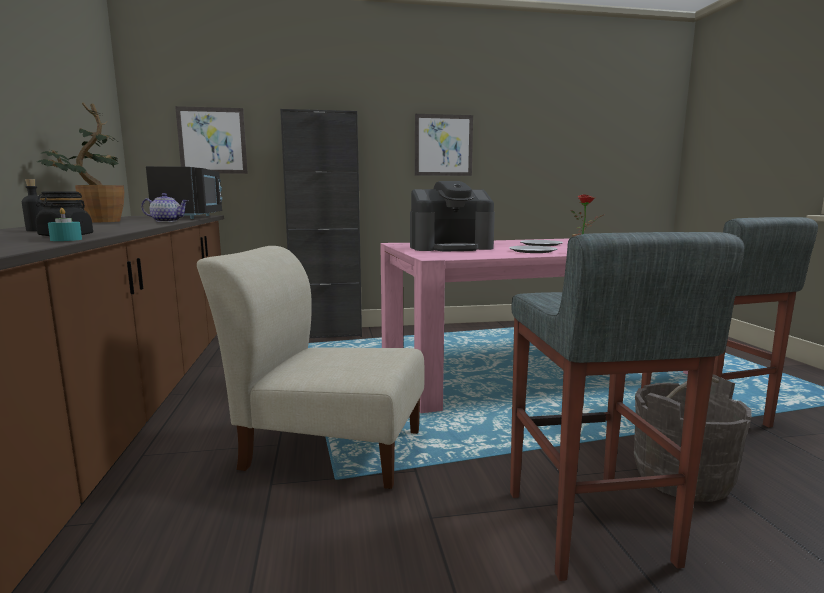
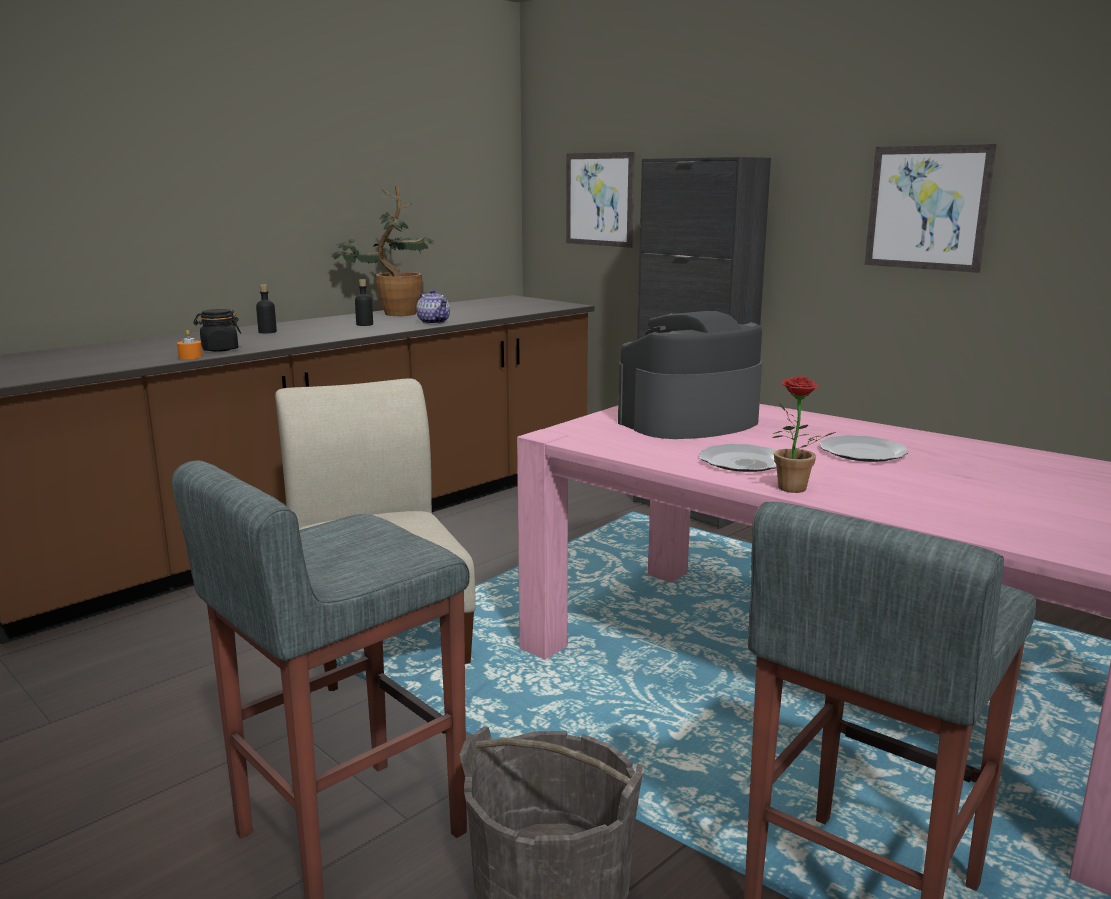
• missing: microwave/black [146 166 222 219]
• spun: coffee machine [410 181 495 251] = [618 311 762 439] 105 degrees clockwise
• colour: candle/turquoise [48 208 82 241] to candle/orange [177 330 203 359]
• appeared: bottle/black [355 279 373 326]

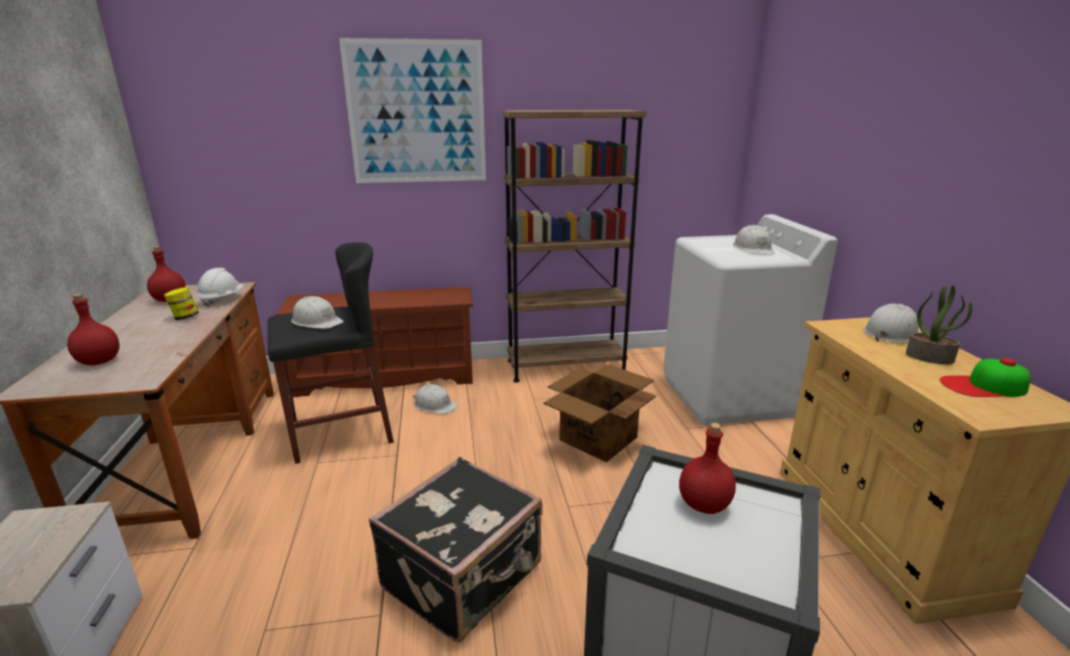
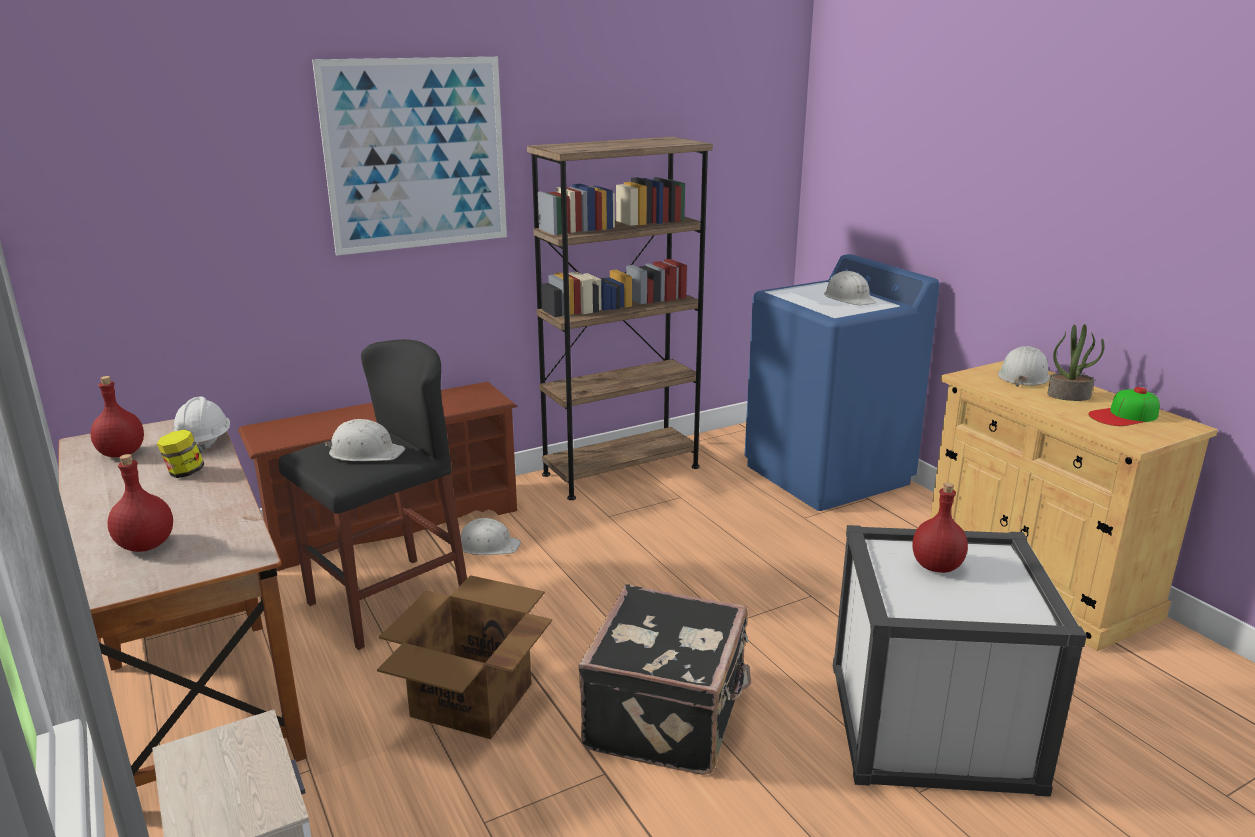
• colour: washing machine/white [663 214 838 425] to washing machine/blue [744 254 940 511]
• relocated: cardboard box [543 364 656 462] to [377 575 552 739]

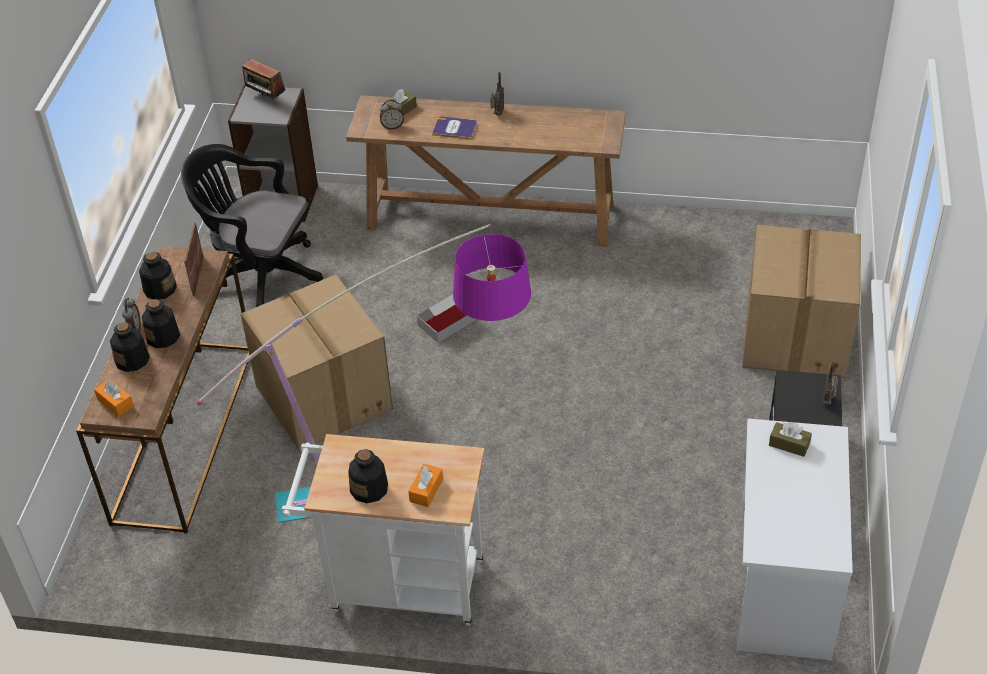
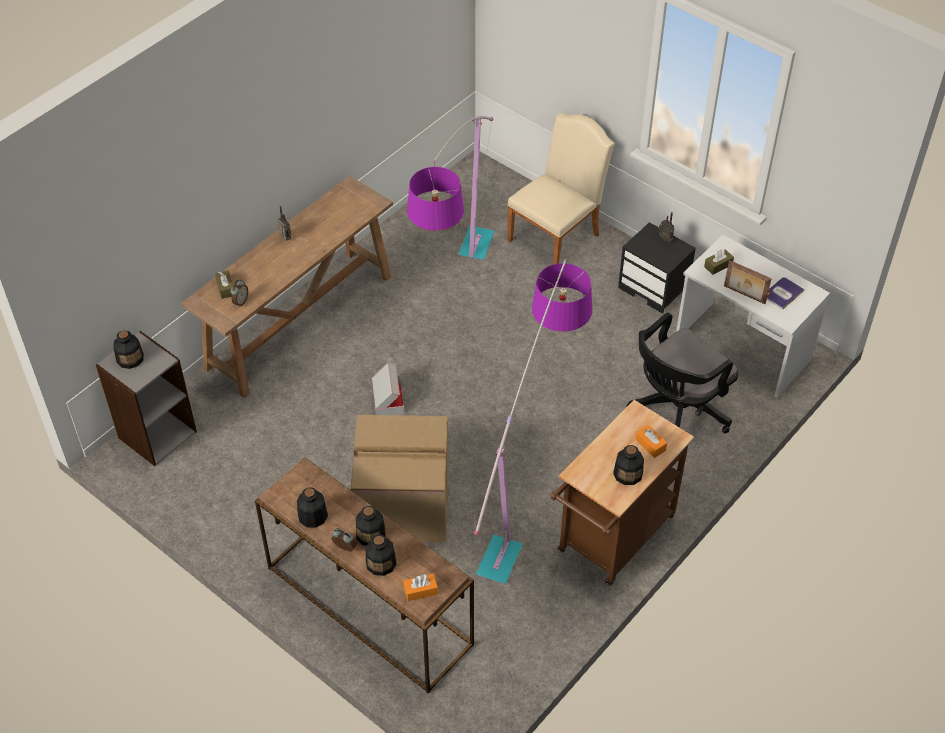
• exchanged: radio [242 59 285 100] to bottle [113 330 144 369]
• relocated: book [432 117 477 140] to [767 277 804 310]
• relocated: office chair/black [181 144 323 307] to [626 312 738 434]
• relocated: picture frame [184 223 204 296] to [724 260 772 304]
• exchanged: cardboard box [742 225 861 379] to chair/beige [507 113 615 264]
• colour: cart/white [281 434 485 626] to cart/brown [550 400 694 586]
• appeared: floor lamp [407 116 495 260]

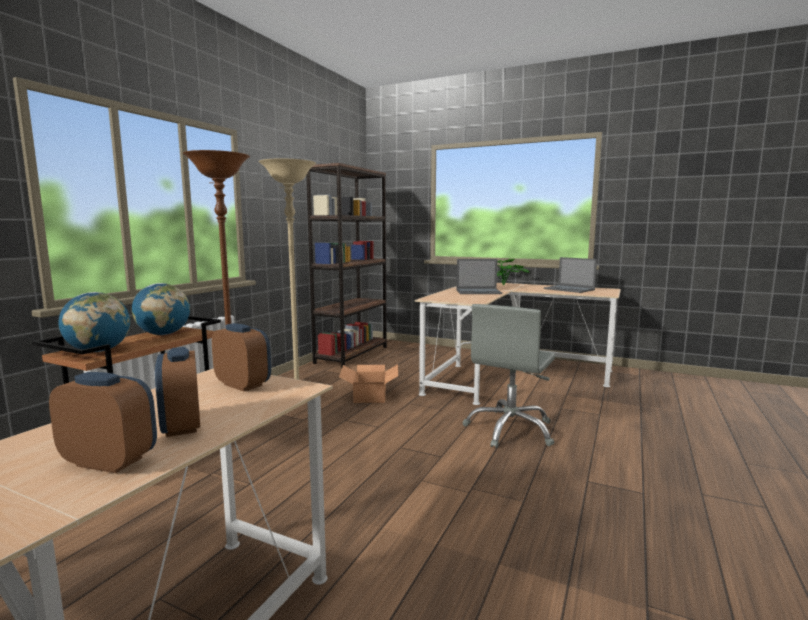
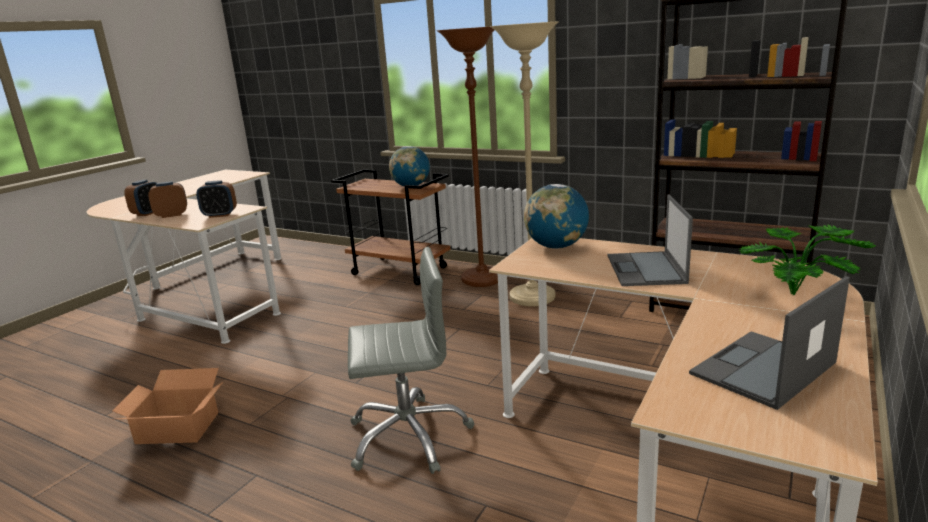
• relocated: globe [58 292 130 352] to [524 184 589 249]
• spun: office chair/grey [463 304 555 448] = [348 247 474 474] 135 degrees clockwise
• spun: alarm clock [212 323 271 391] = [196 180 237 218] 45 degrees clockwise
• relocated: cardboard box [339 364 398 403] to [112 368 223 444]

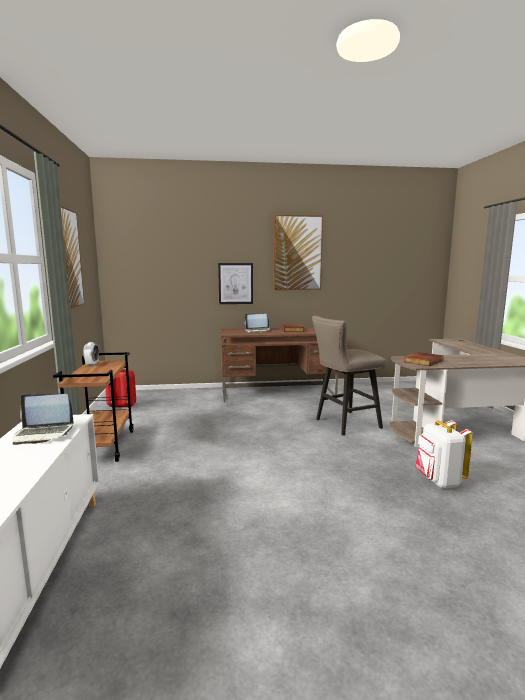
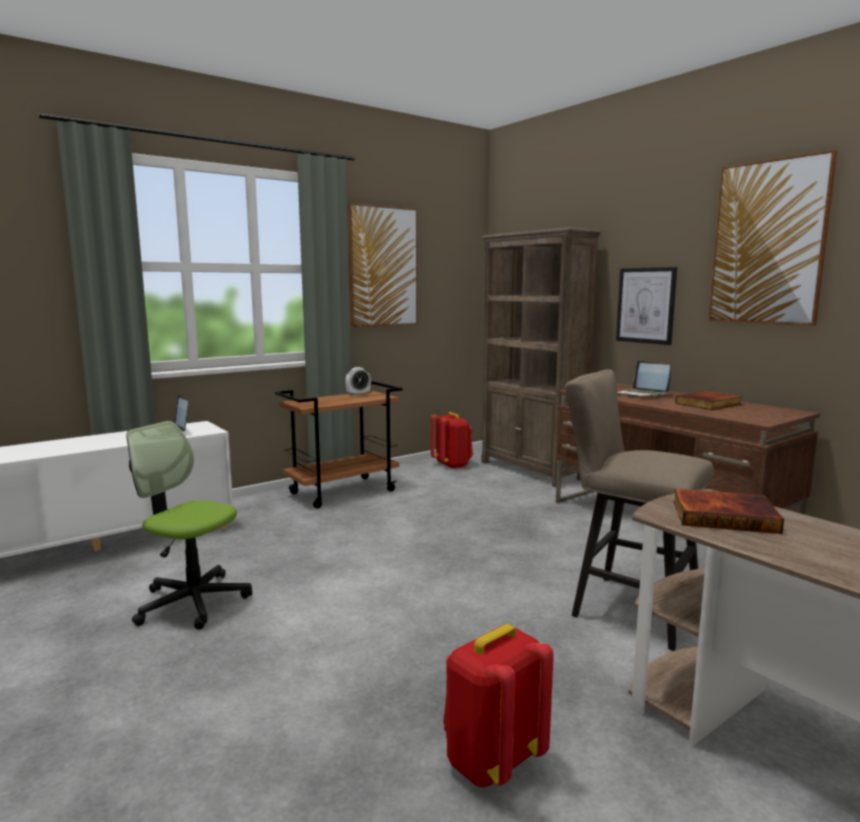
• colour: backpack/white [415 420 473 488] to backpack/red [443 624 554 787]
• appeared: bookcase/brown [482 227 601 487]
• appeared: office chair [127 421 253 630]

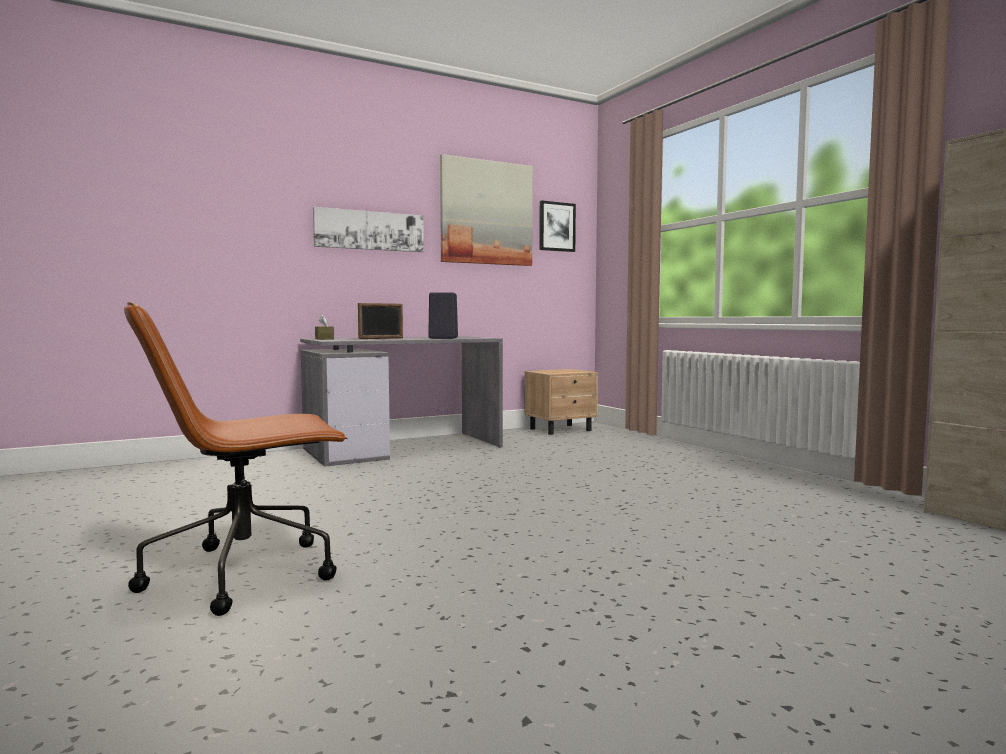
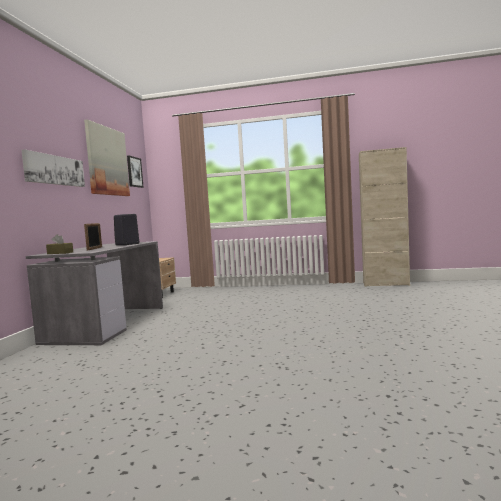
• missing: office chair/brown [124 302 348 616]

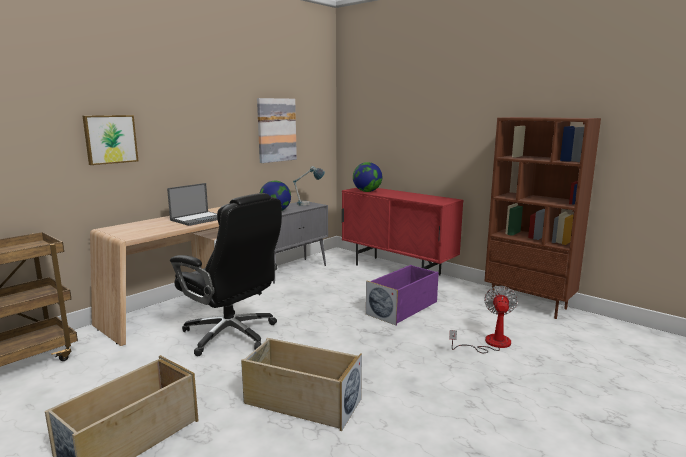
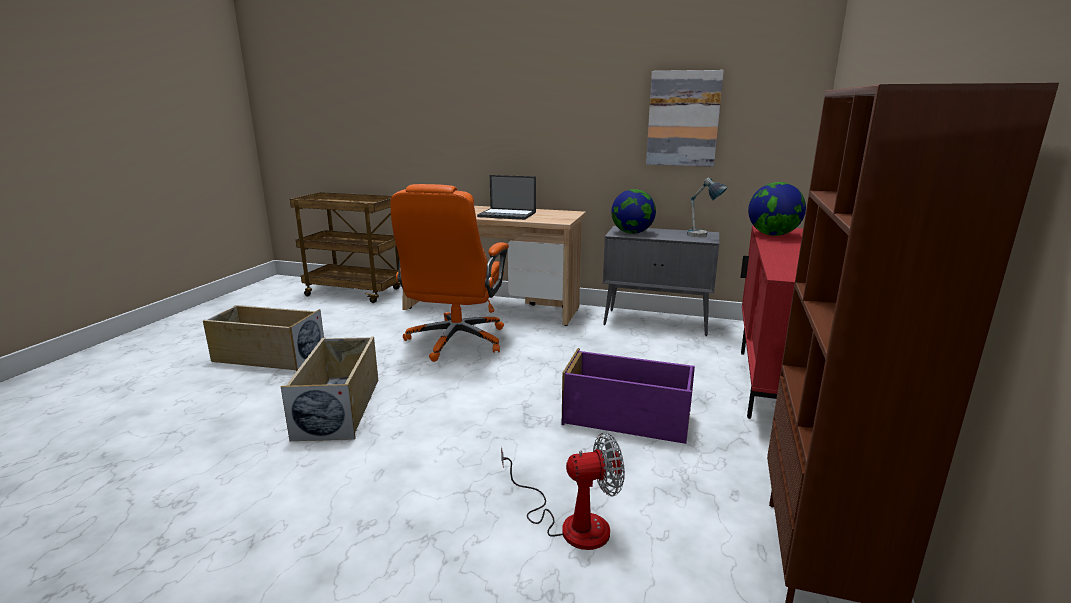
• missing: picture [83 115 138 165]
• colour: office chair/black [170 193 282 356] to office chair/orange [390 184 509 362]

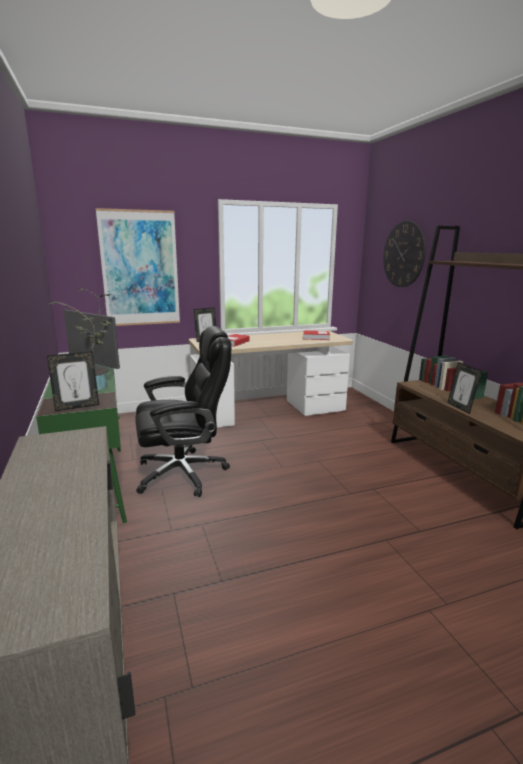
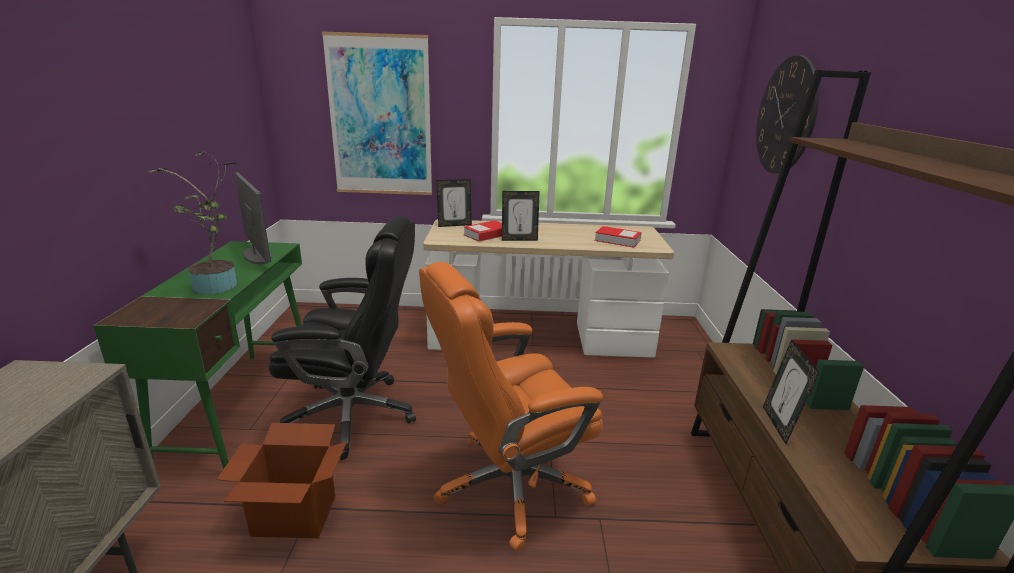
• relocated: picture frame [47 351 99 411] to [502 191 540 241]
• appeared: office chair/orange [419 262 603 552]
• appeared: cardboard box [216 423 347 538]

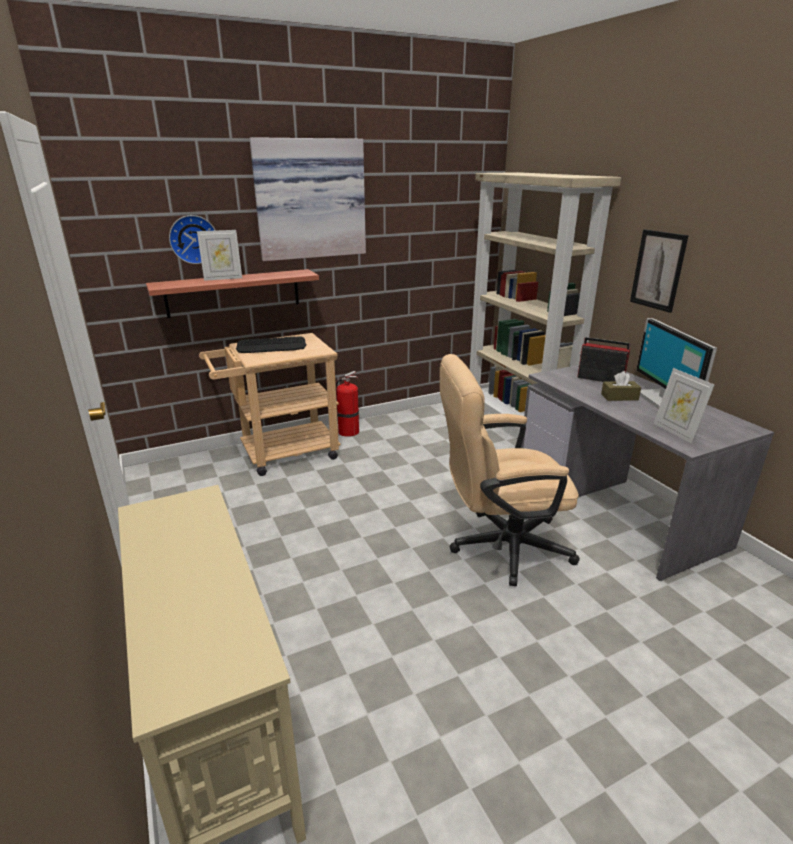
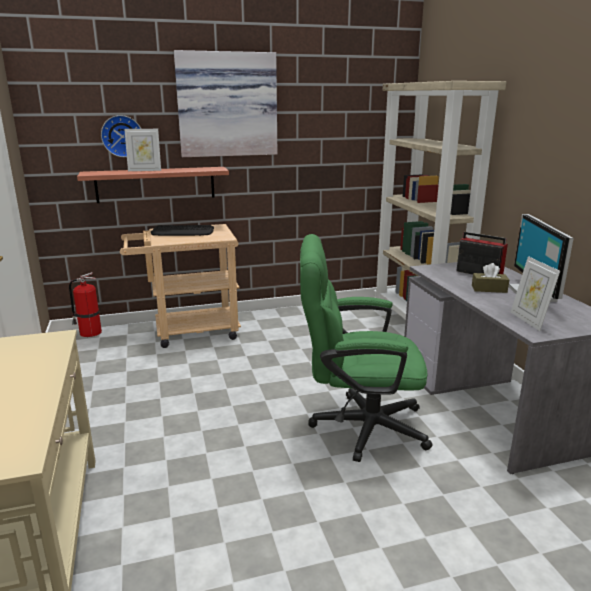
• missing: picture [630 229 689 313]
• colour: office chair/beige [440 354 580 586] to office chair/green [300 234 432 462]
• relocated: fire extinguisher [336 371 359 437] to [69 272 102 337]

